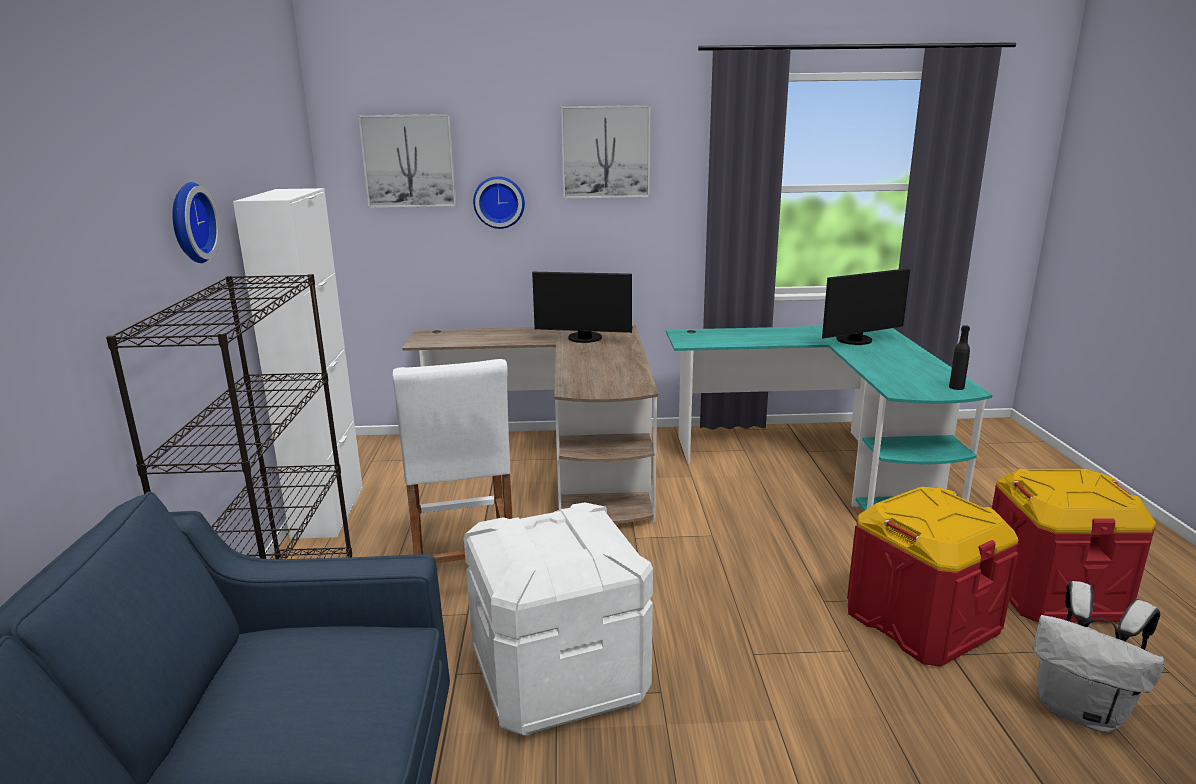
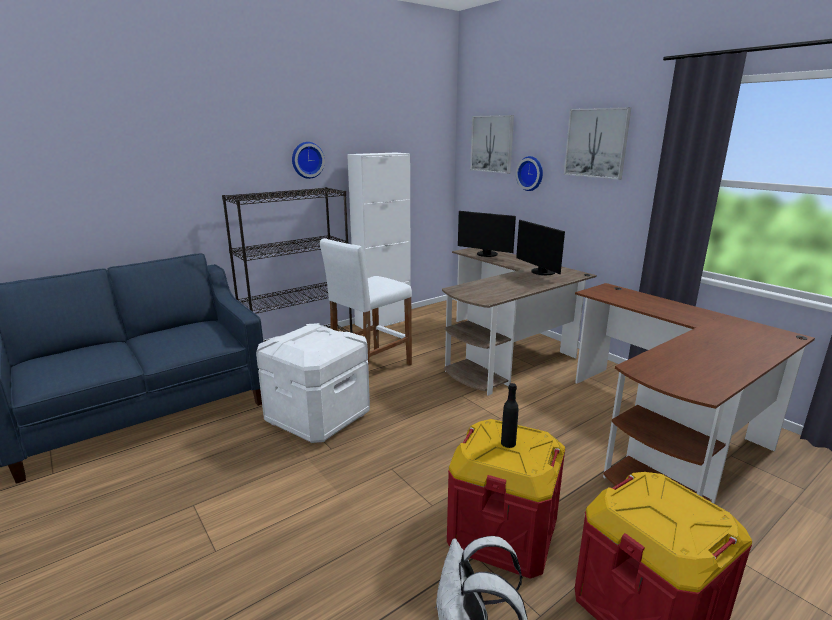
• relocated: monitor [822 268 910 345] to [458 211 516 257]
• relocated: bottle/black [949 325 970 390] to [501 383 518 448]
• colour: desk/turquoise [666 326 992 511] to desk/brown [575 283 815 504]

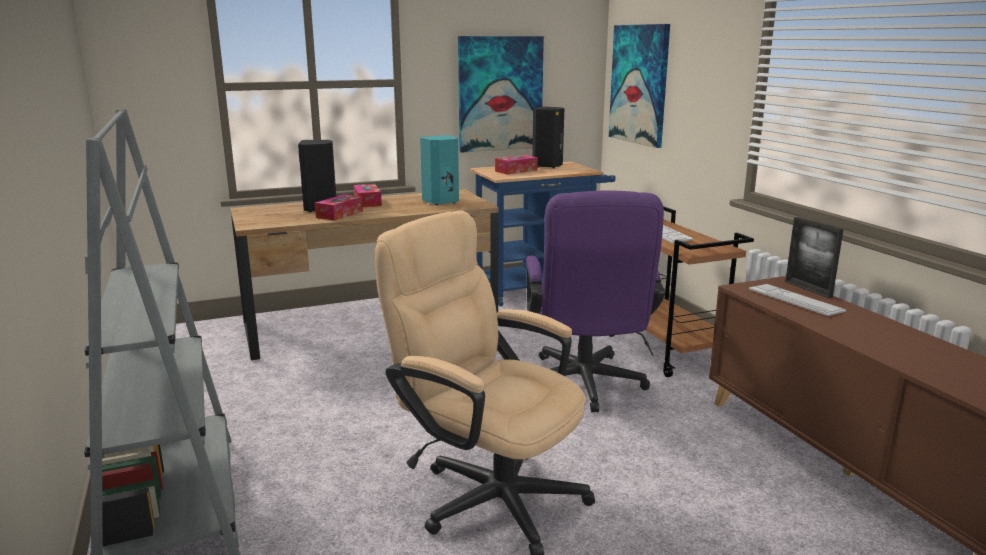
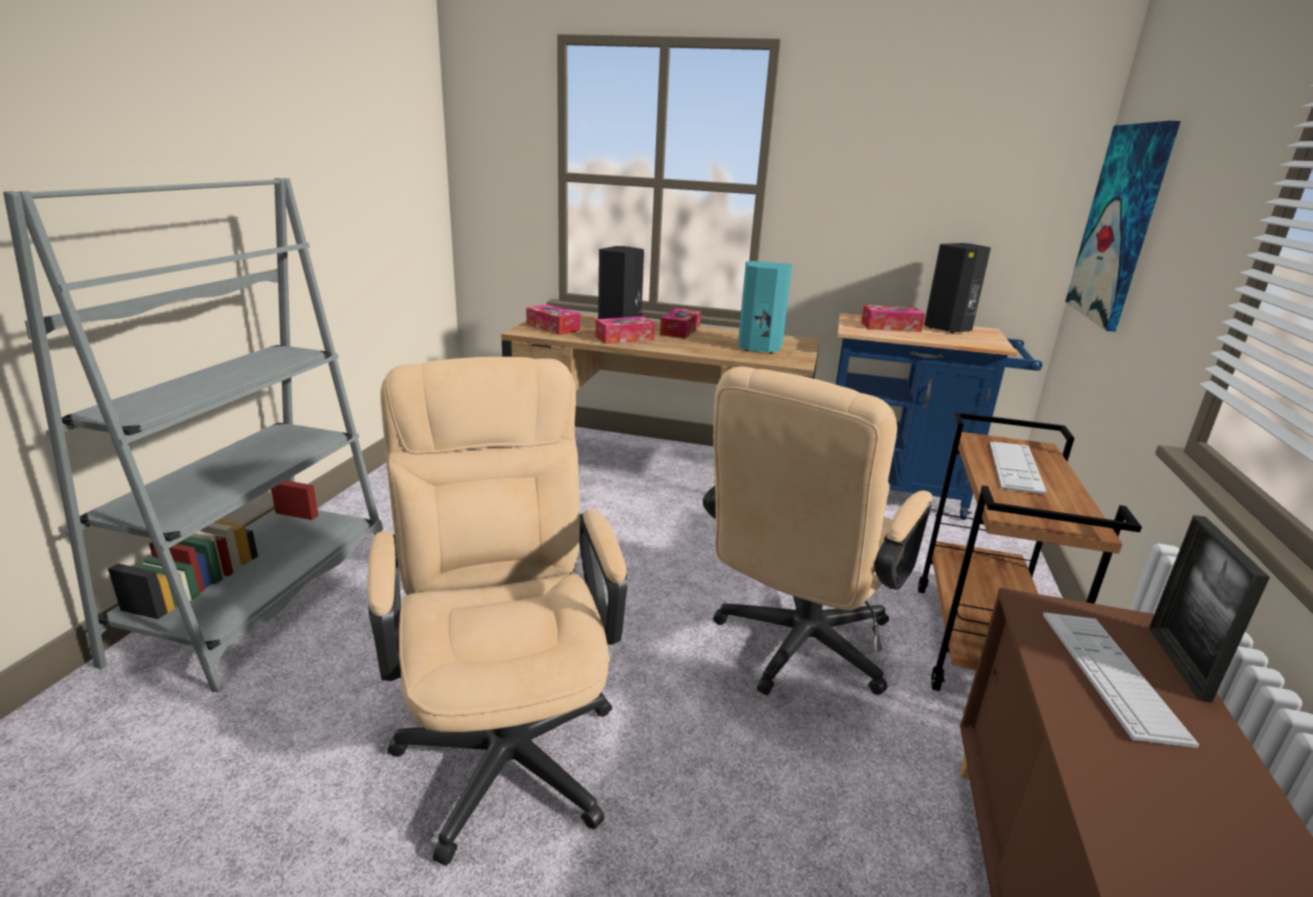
• missing: picture [458 36 544 153]
• colour: office chair/purple [526 191 665 412] to office chair/beige [703 367 932 695]
• appeared: tissue box [526 304 580 335]

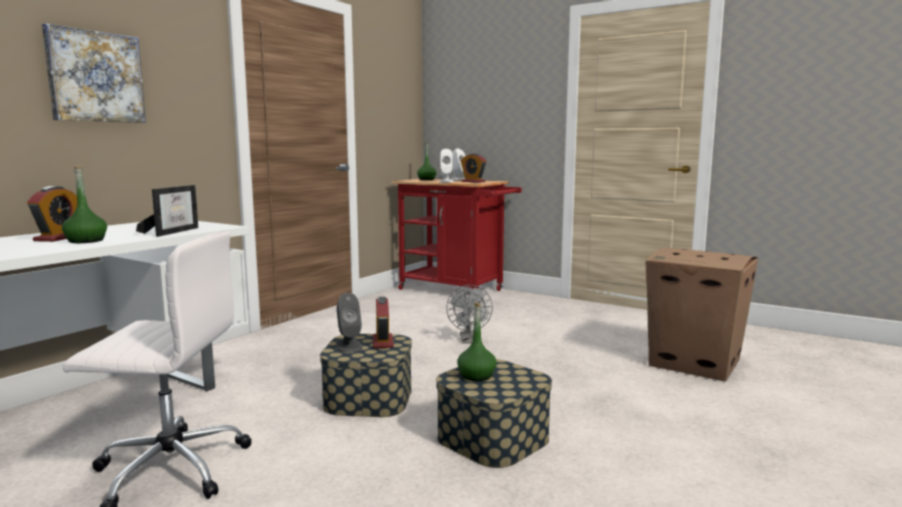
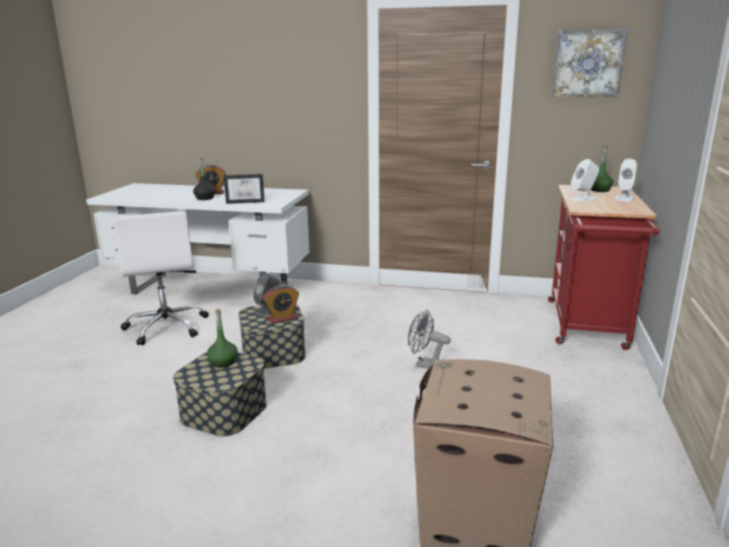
• relocated: picture [42 23 146 123] to [553 30 627 97]
• missing: alarm clock [461 153 486 183]
• colour: bottle/green [62 166 107 243] to bottle/black [193 157 215 200]
• spun: fan/grey [446 285 493 344] = [408 310 451 369] 45 degrees clockwise

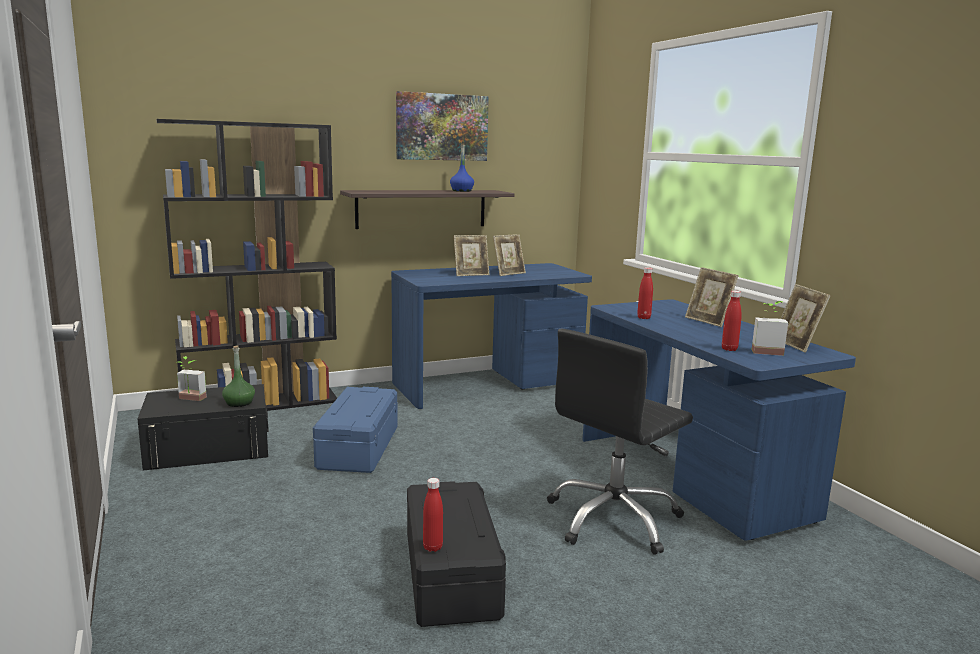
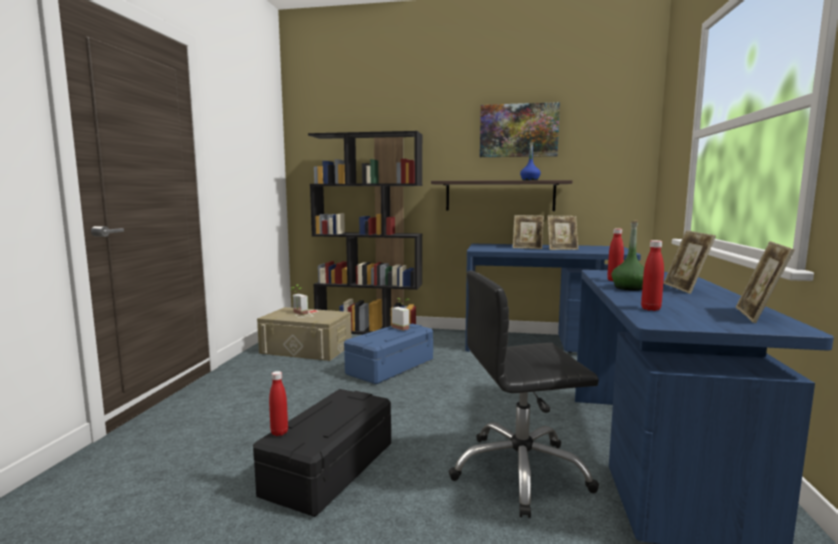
• relocated: potted plant [752 301 788 356] to [392 298 409 331]
• relocated: bottle/green [222 345 255 407] to [612 220 644 291]
• colour: storage box/black [138 384 269 471] to storage box/beige [257 307 351 361]

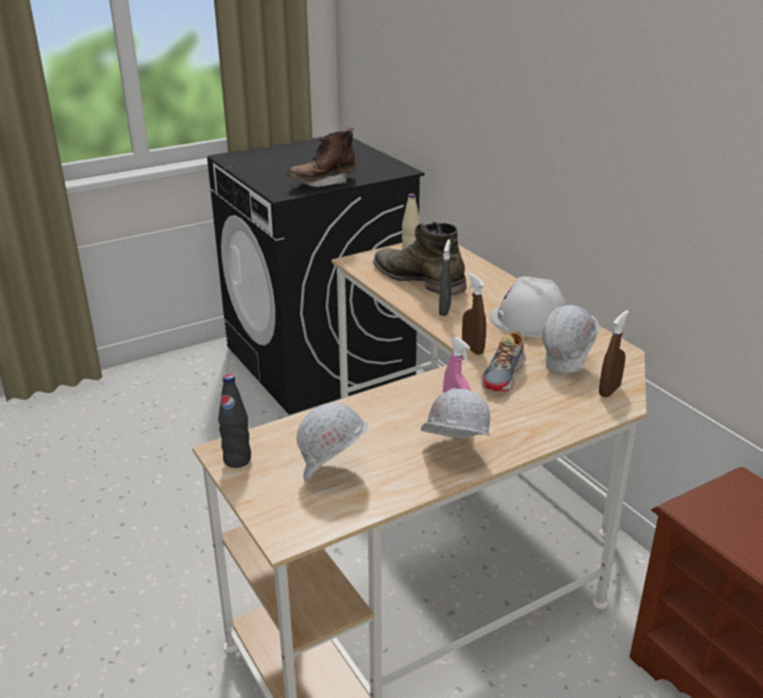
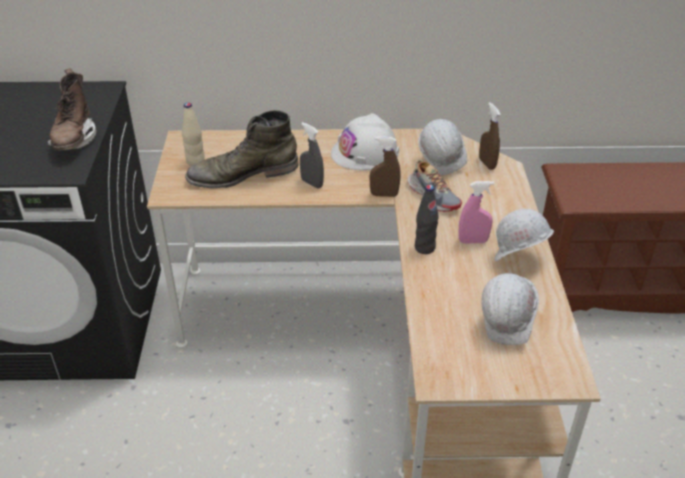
• relocated: bottle/black [218 374 251 468] to [415 185 439 254]

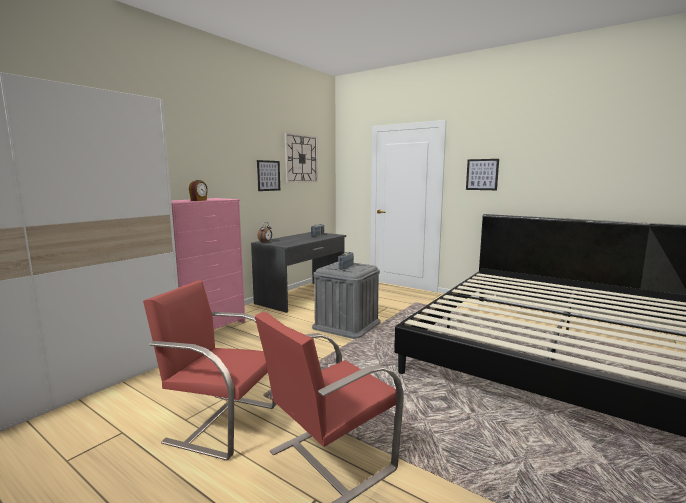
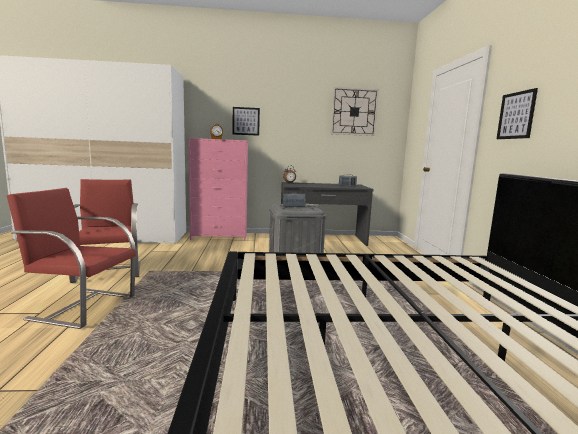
• relocated: picture [257 160 280 191] to [232 107 260 136]

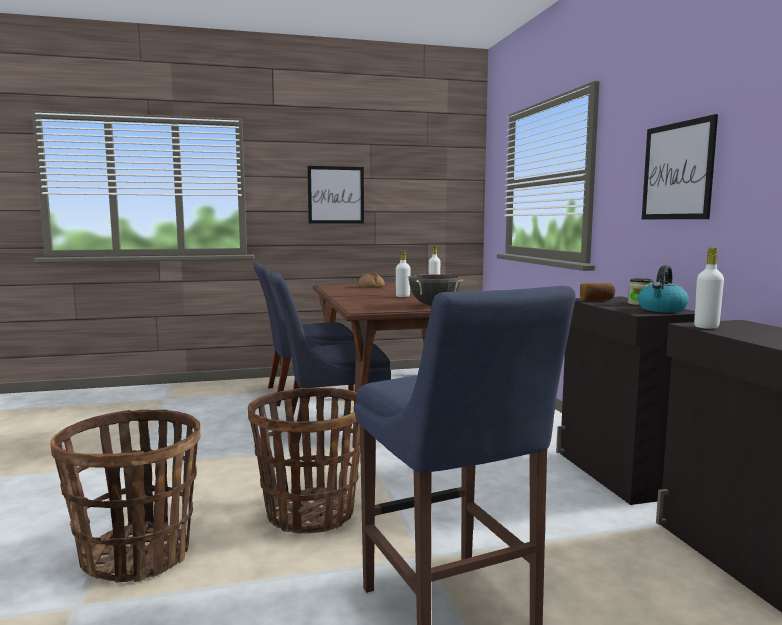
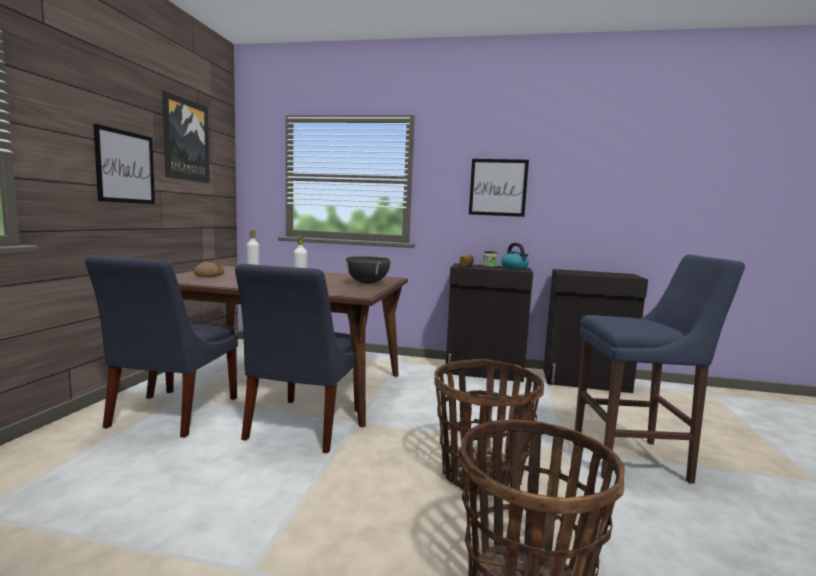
• missing: bottle/white [694 247 724 329]
• appeared: picture [162 90 210 183]

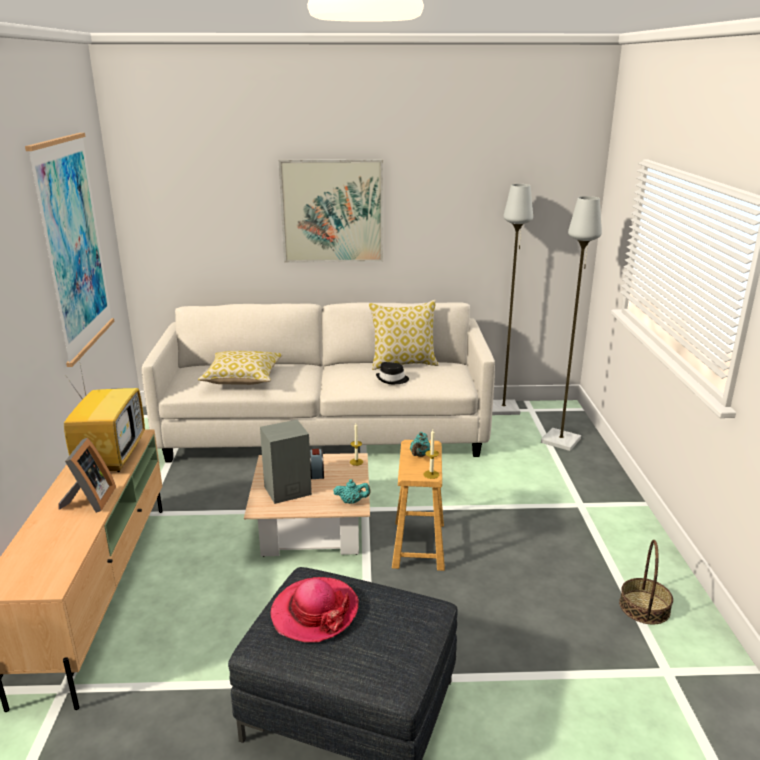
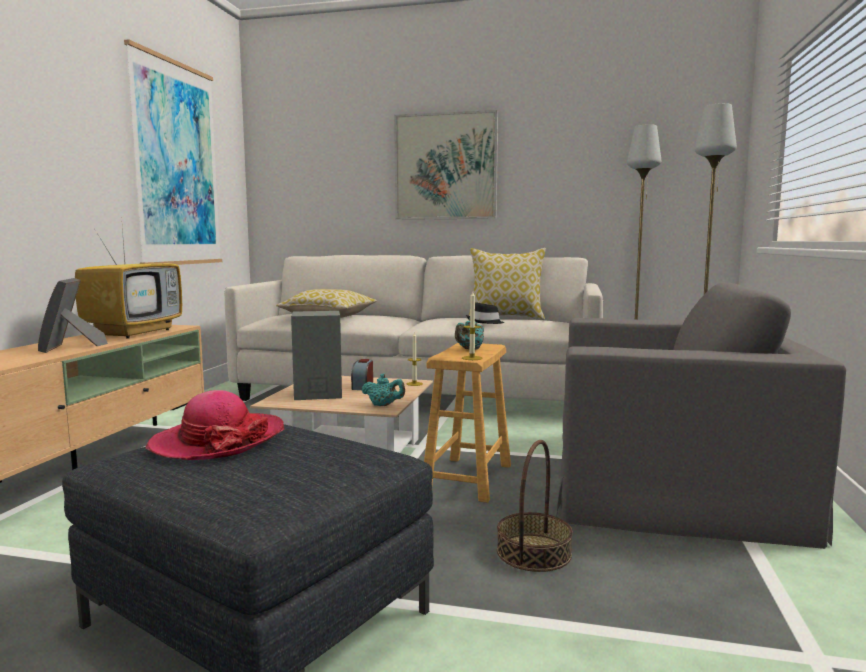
• spun: picture frame [58 438 116 513] = [38 278 108 353] 150 degrees clockwise
• relocated: basket [619 540 673 624] to [497 440 573 572]
• appeared: armchair/grey [556 282 846 549]

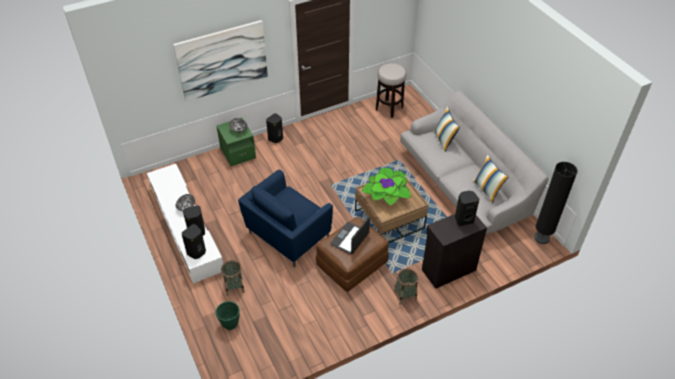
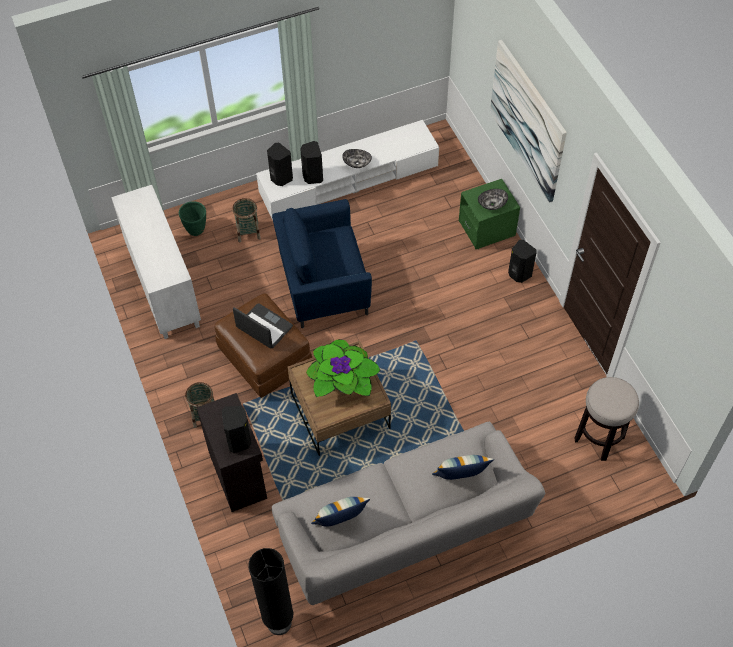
• spun: armchair/blue [238 170 333 267] = [272 199 372 328] 60 degrees counterclockwise
• appeared: cabinet/white [111 185 201 339]

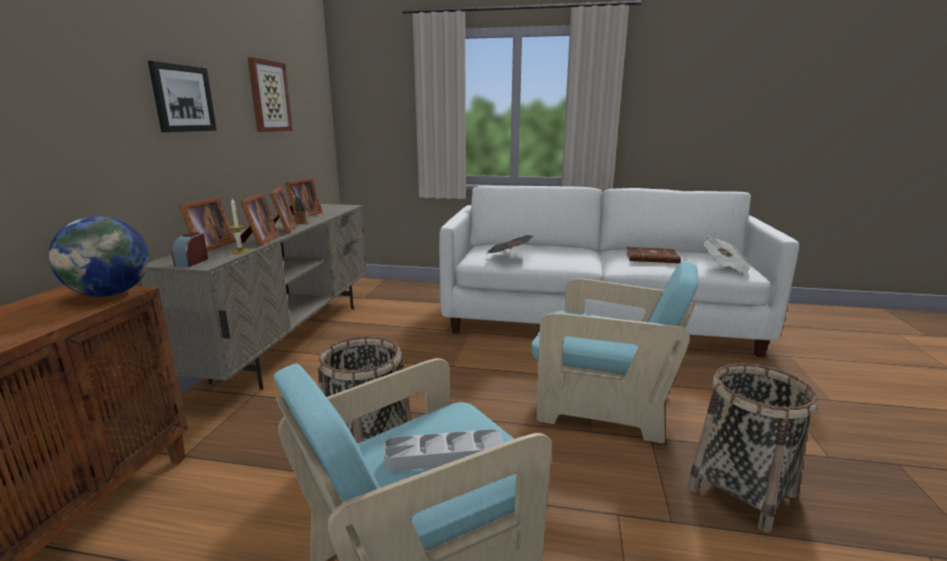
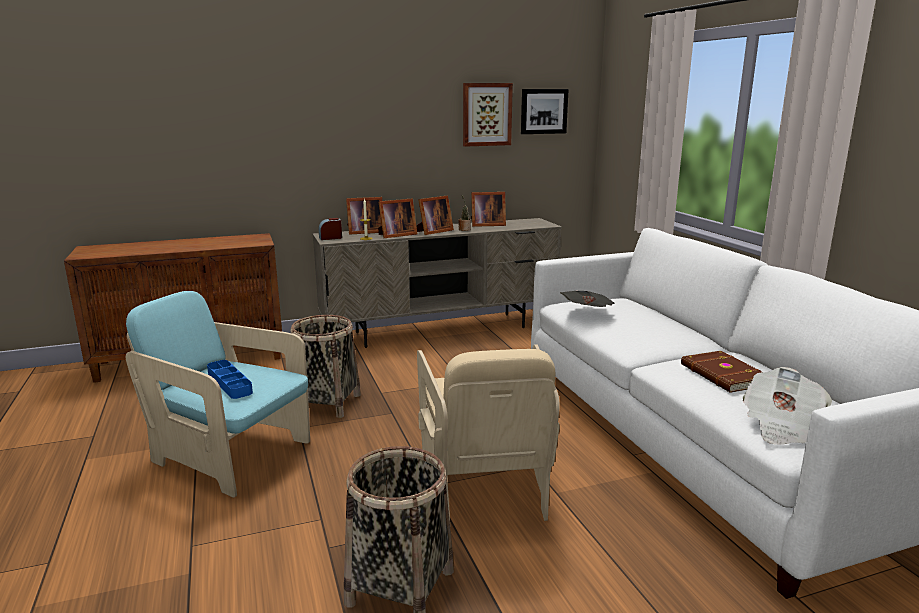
• relocated: picture [148 61 217 132] to [521 89 569 134]
• missing: globe [49 216 149 297]
• colour: armchair/turquoise [531 261 698 443] to armchair/beige [417 344 560 521]
• colour: tray/grey [384 429 503 471] to tray/blue [207 360 253 399]

